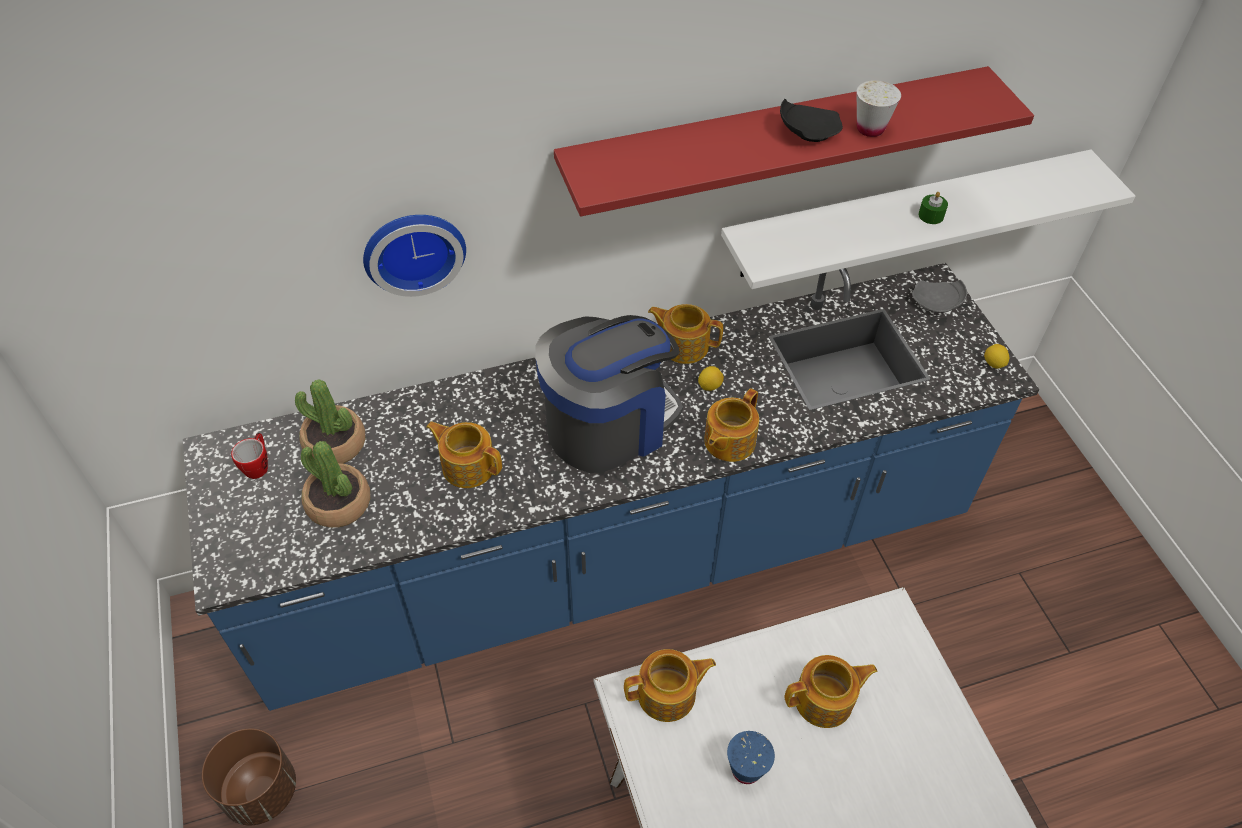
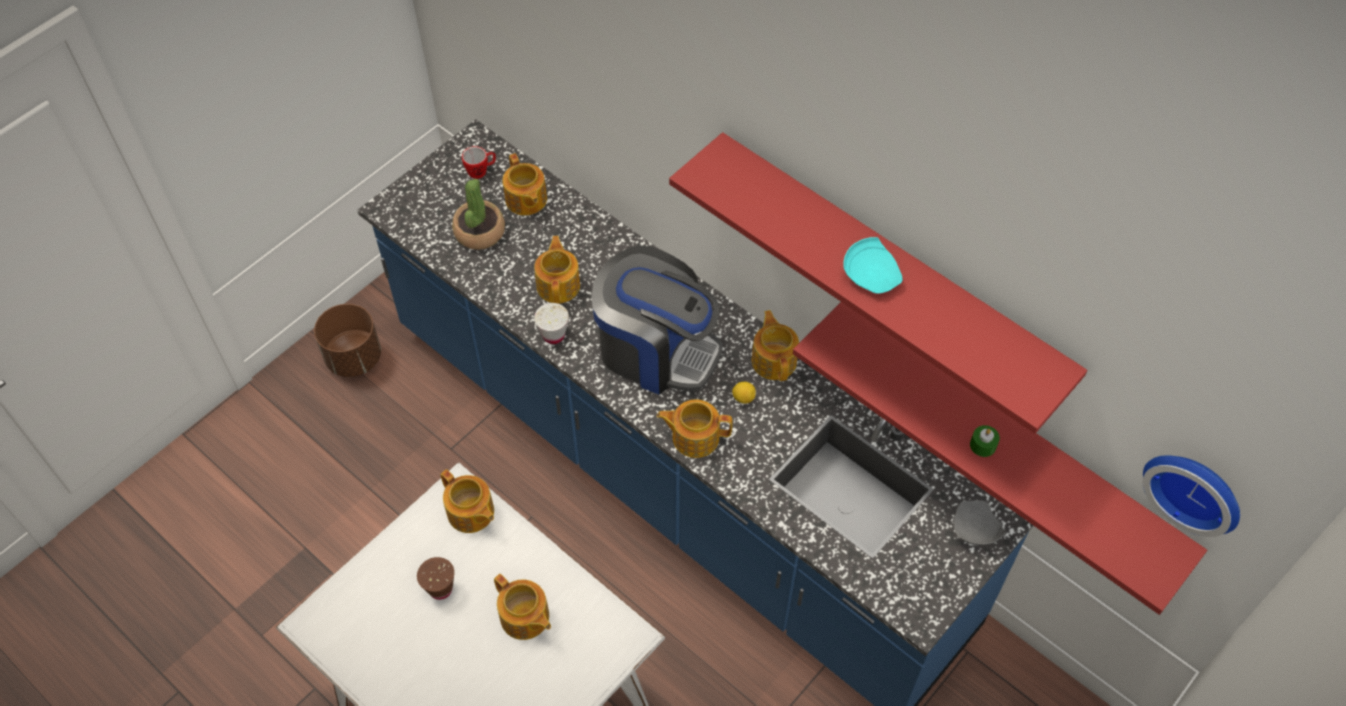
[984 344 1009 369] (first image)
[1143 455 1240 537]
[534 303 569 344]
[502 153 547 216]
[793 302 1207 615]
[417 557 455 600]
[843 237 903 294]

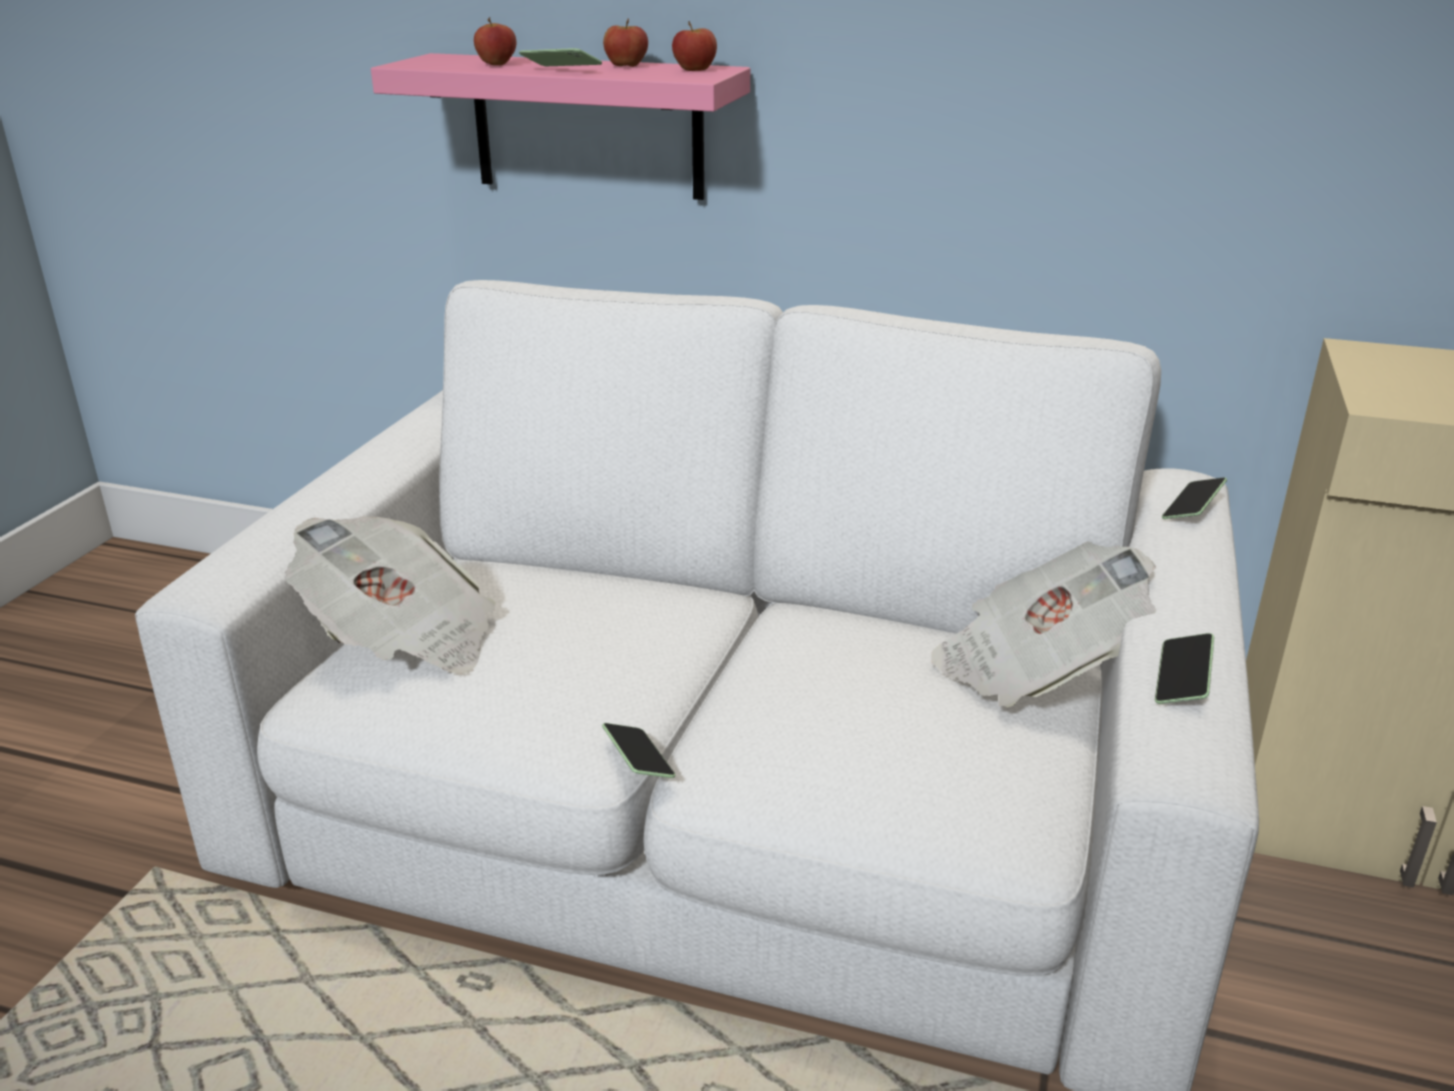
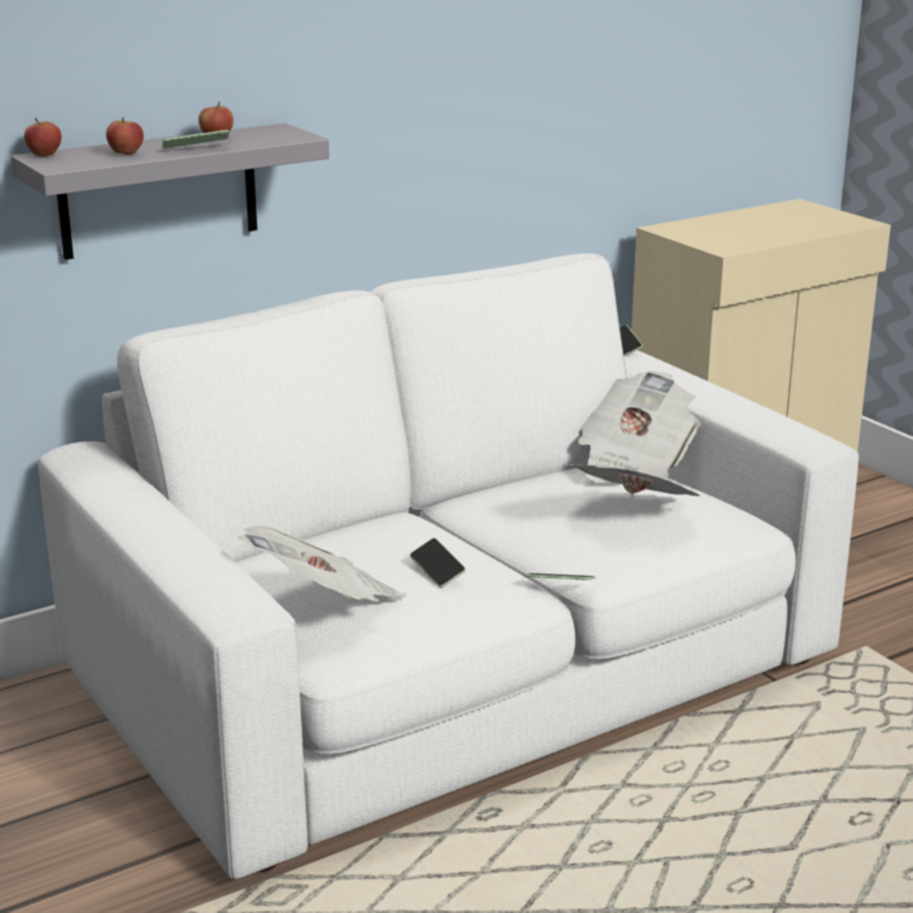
[563 463 700 496]
[24 118 62 157]
[410 538 466 587]
[11 123 329 260]

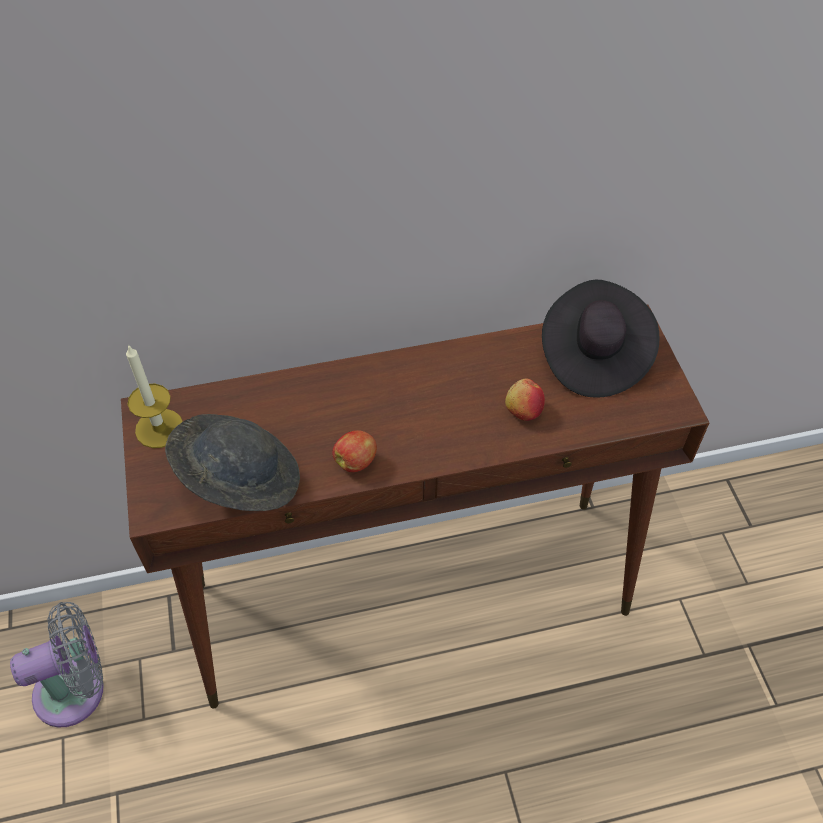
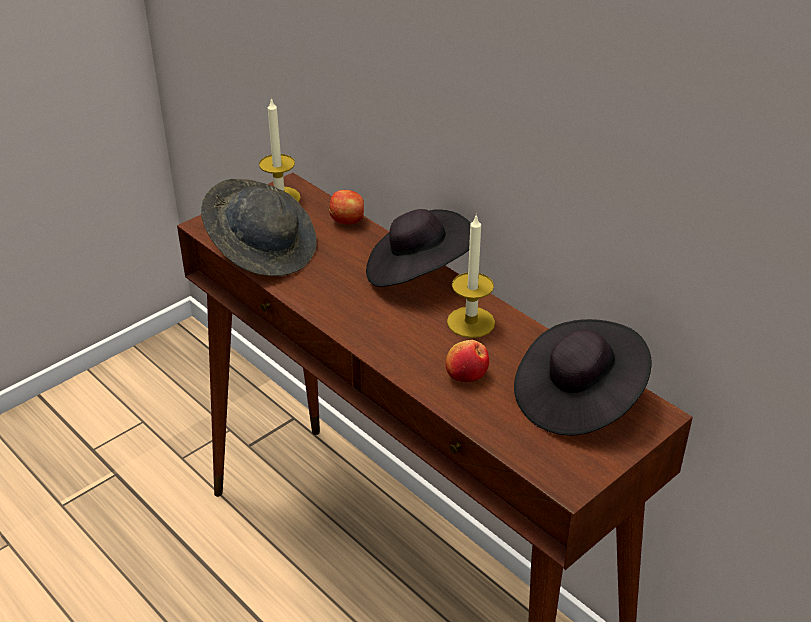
[10 602 103 727] (first image)
[366 209 471 287]
[447 214 495 338]
[329 190 364 224]

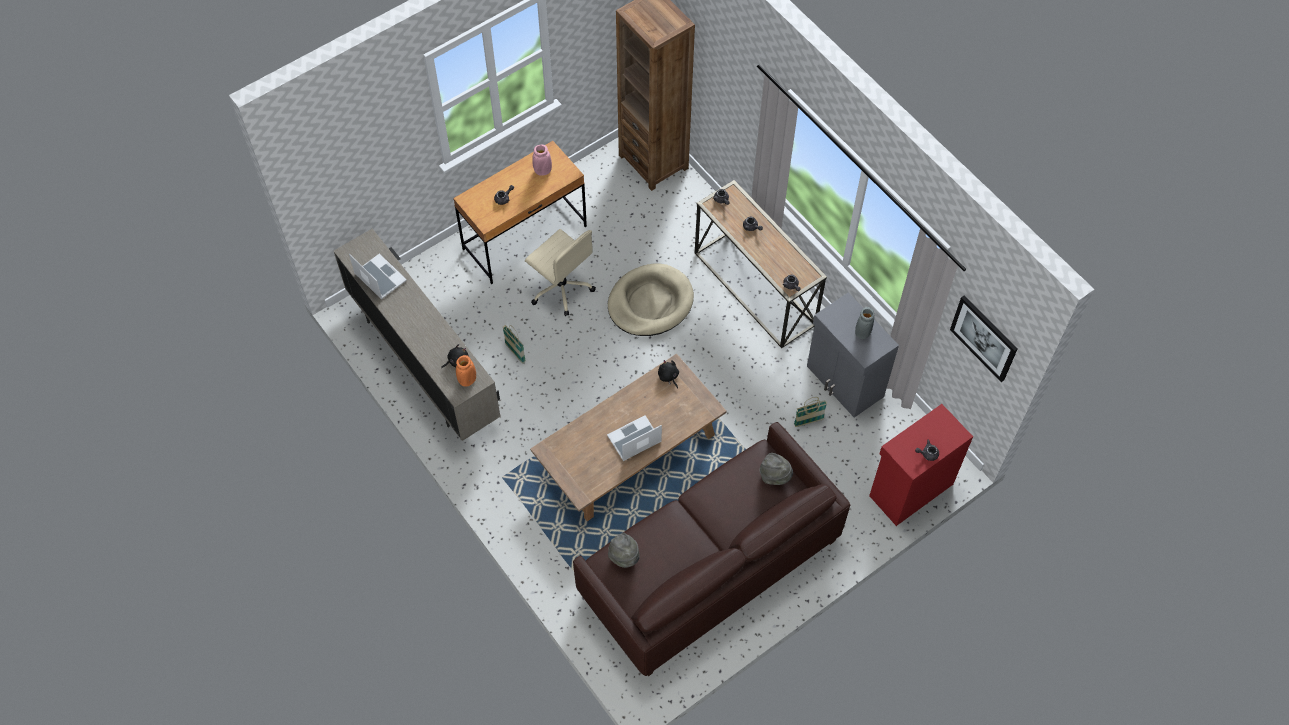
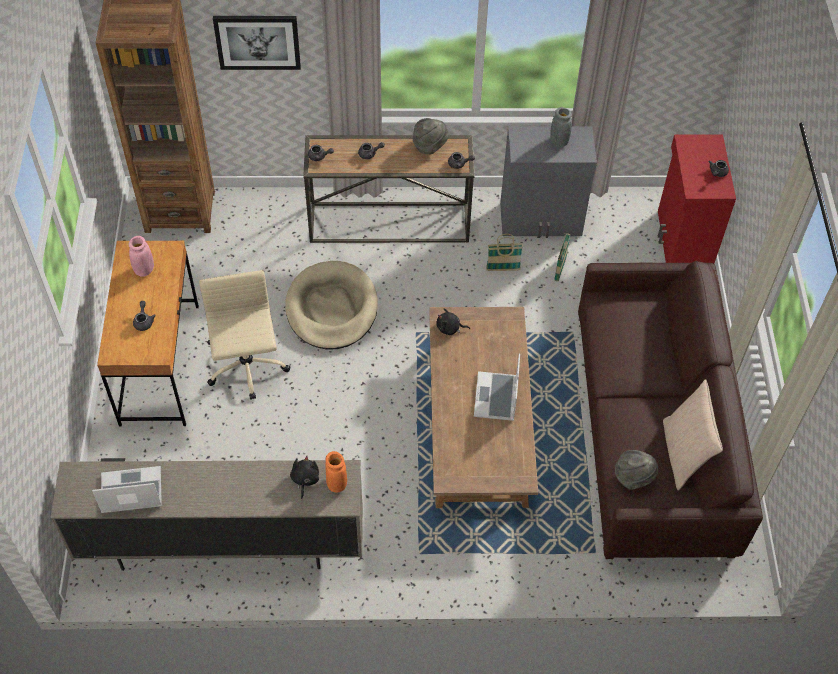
[663 379 723 491]
[486 234 523 271]
[413 118 449 154]
[213 16 301 70]
[199 270 290 400]

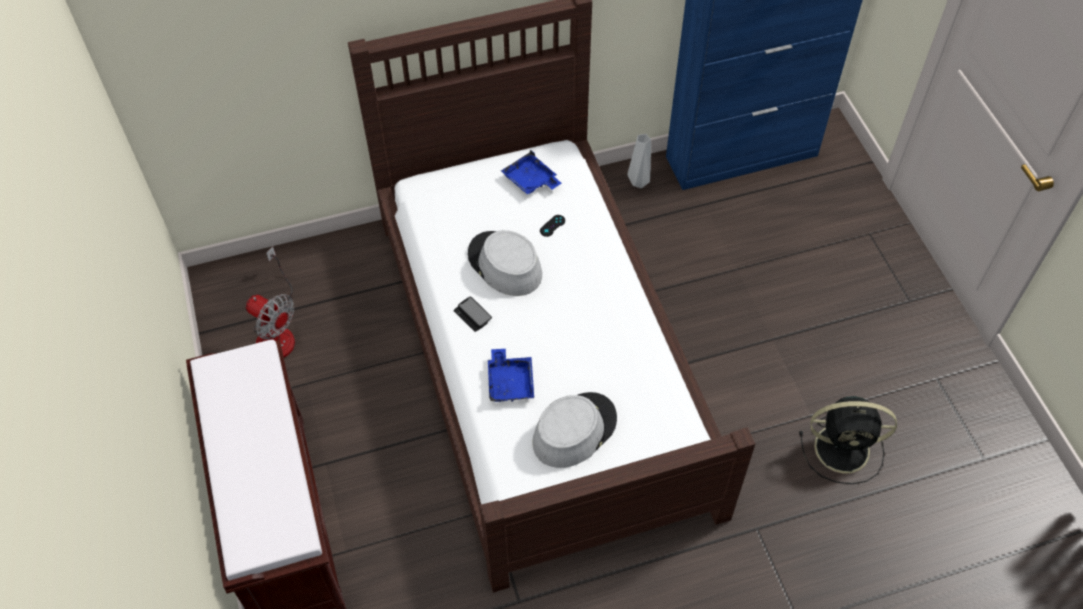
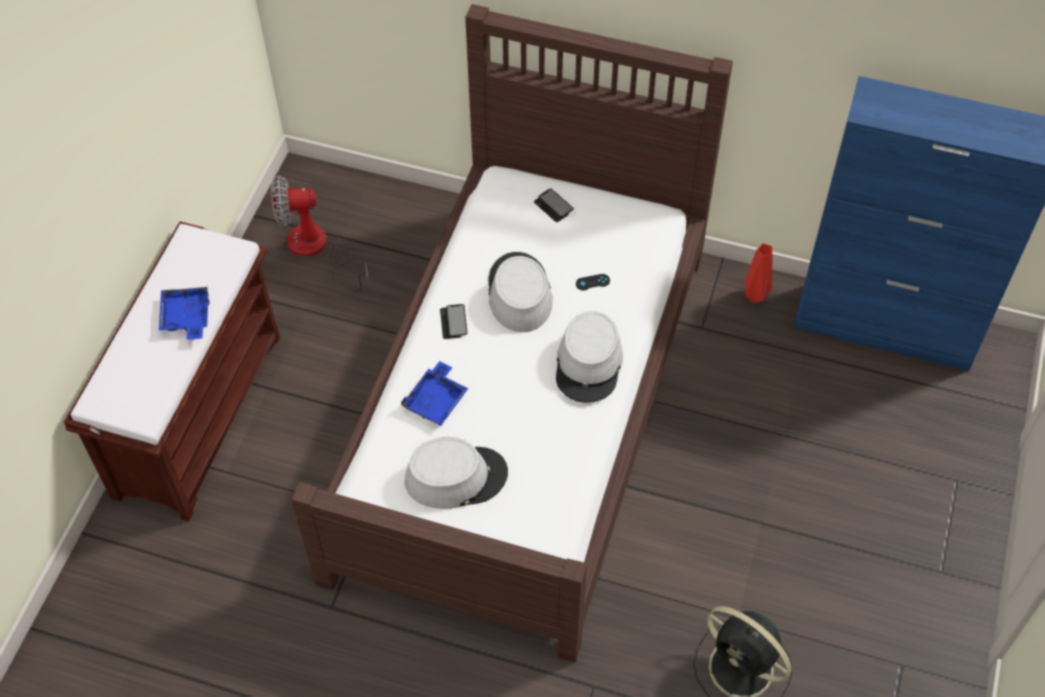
[534 189 574 222]
[556 311 623 403]
[159 285 209 340]
[745 243 773 303]
[271 175 368 292]

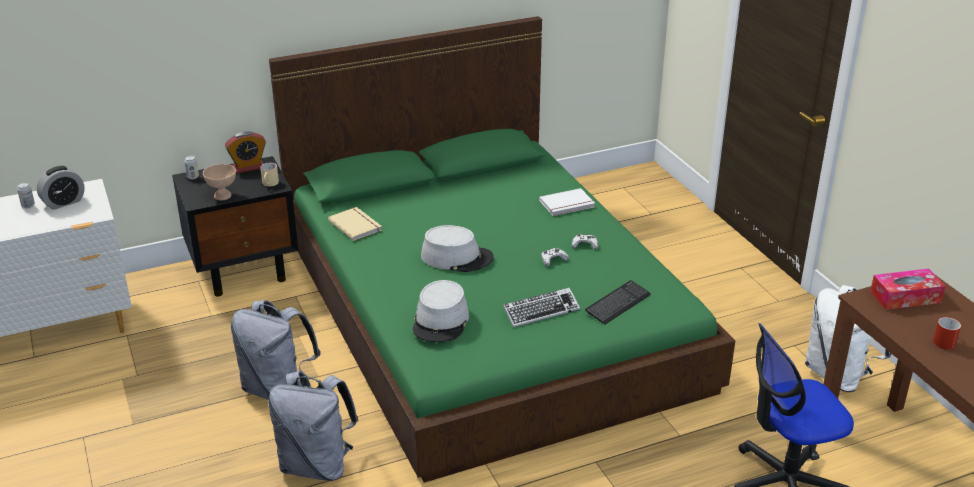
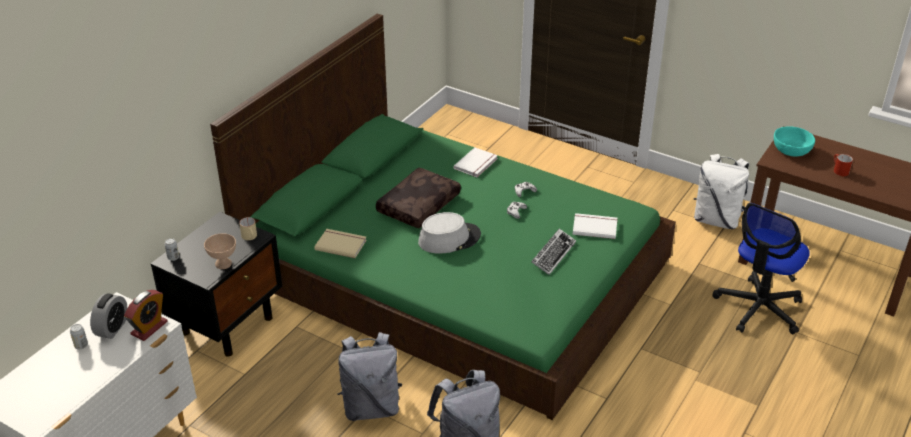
[413 280 469 342] (first image)
[376 168 461 228]
[124 290 168 341]
[573 213 617 239]
[774 126 815 157]

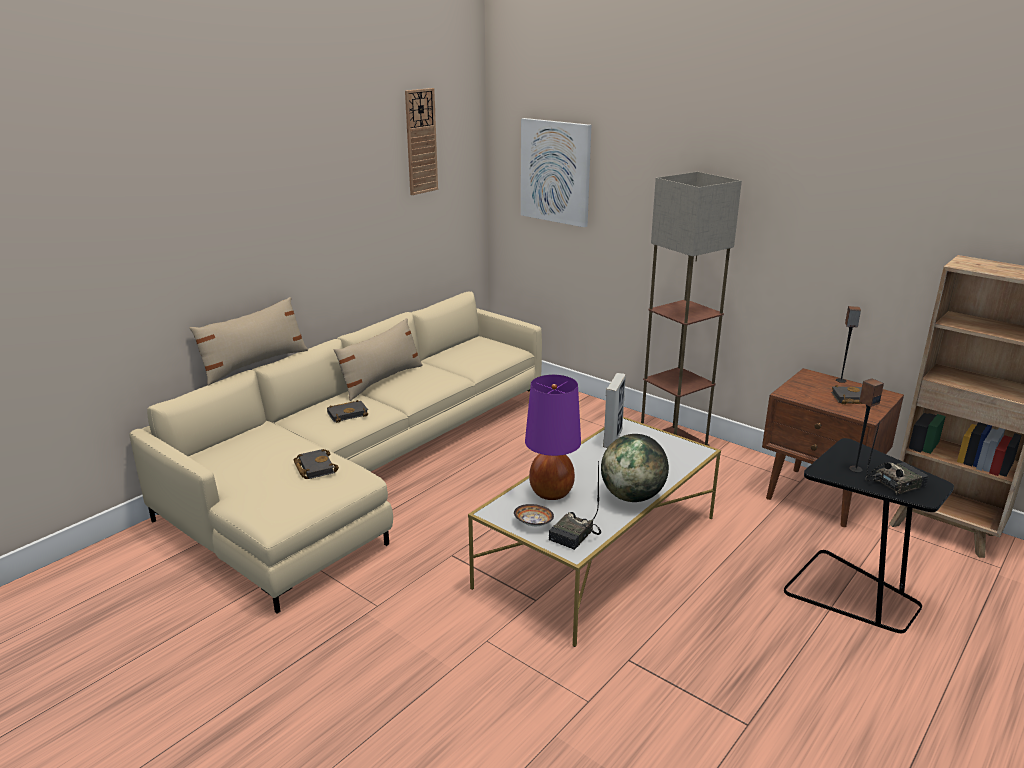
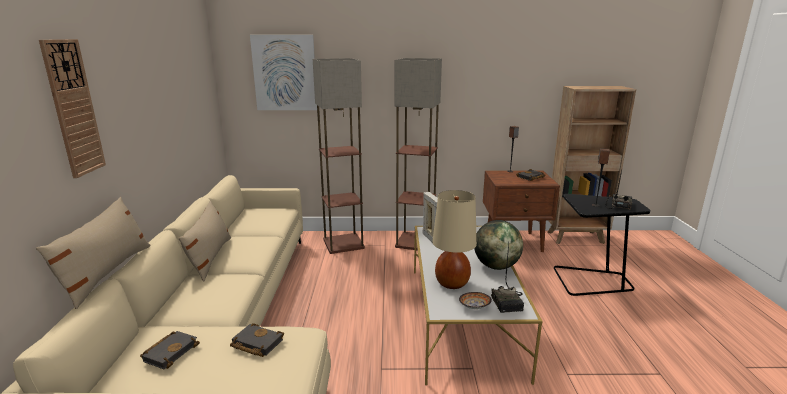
[313 58 365 254]
[140 331 200 369]
[39 39 106 178]
[432 190 477 289]

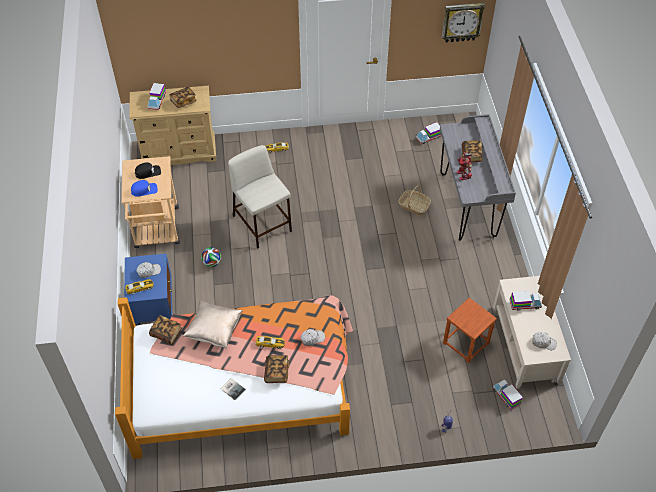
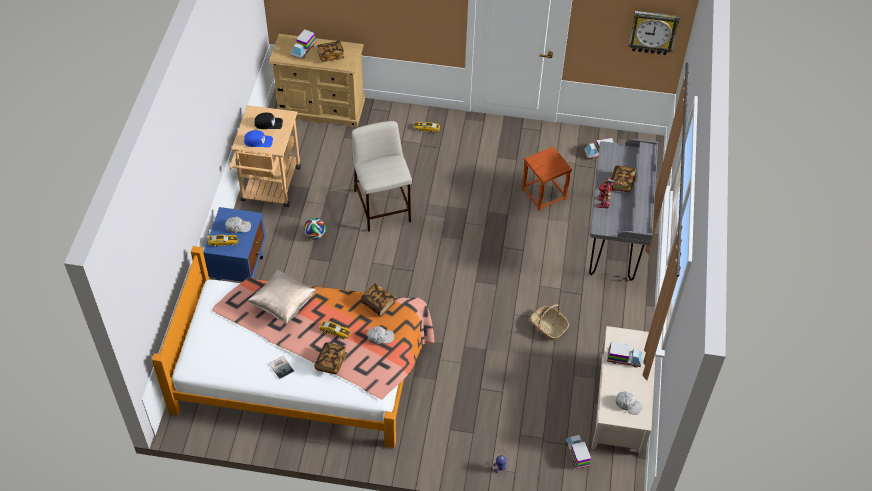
[360 283 395 317]
[531 304 569 340]
[522 146 572 211]

